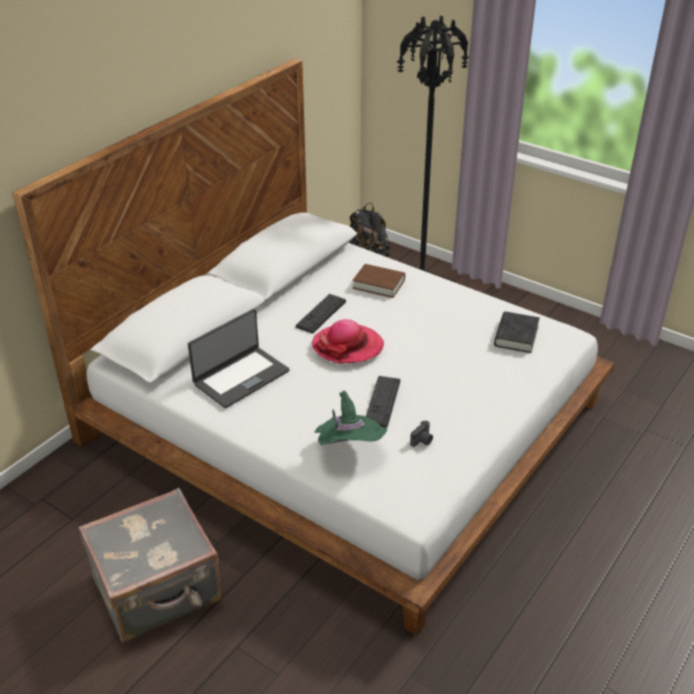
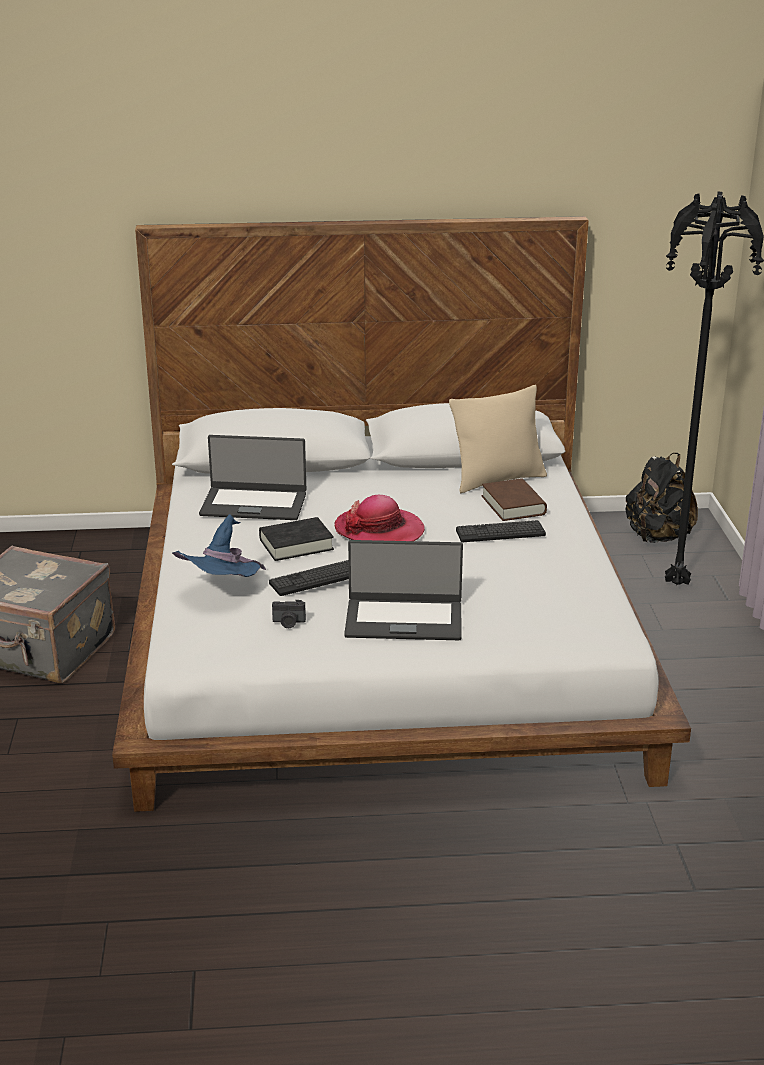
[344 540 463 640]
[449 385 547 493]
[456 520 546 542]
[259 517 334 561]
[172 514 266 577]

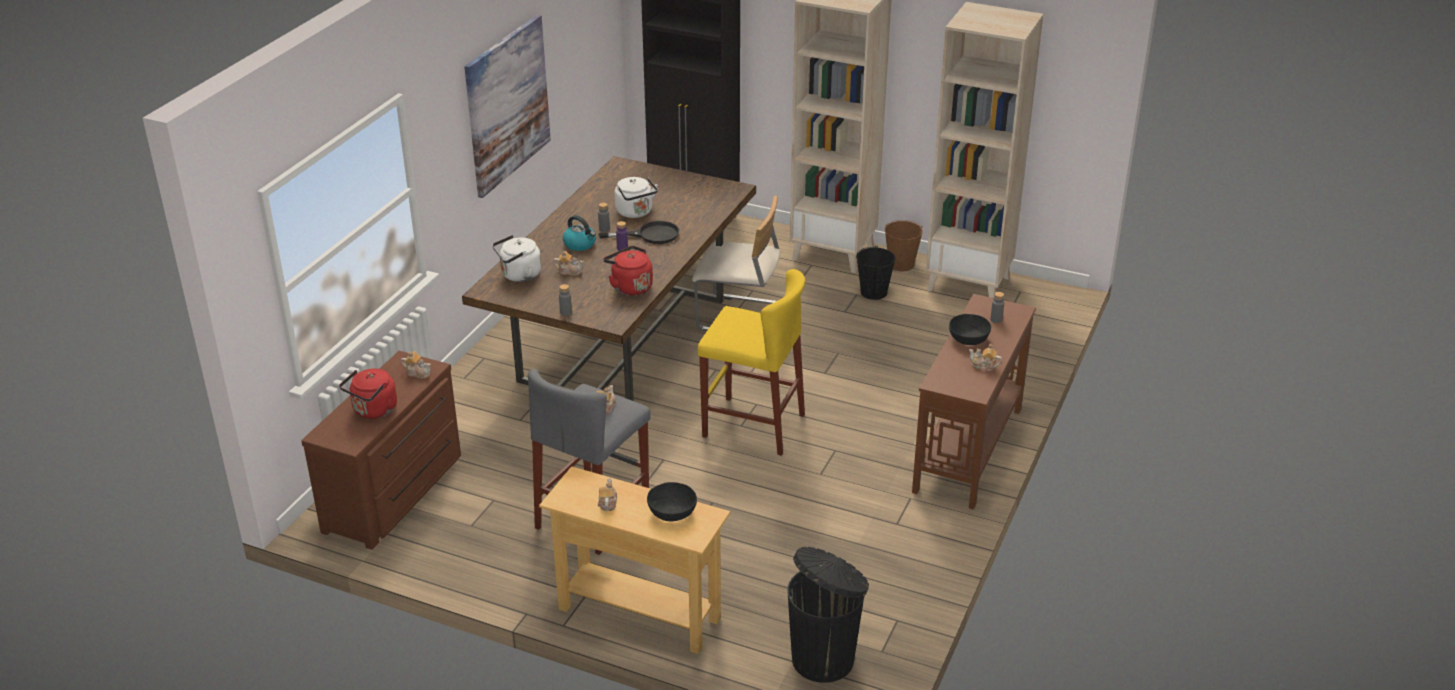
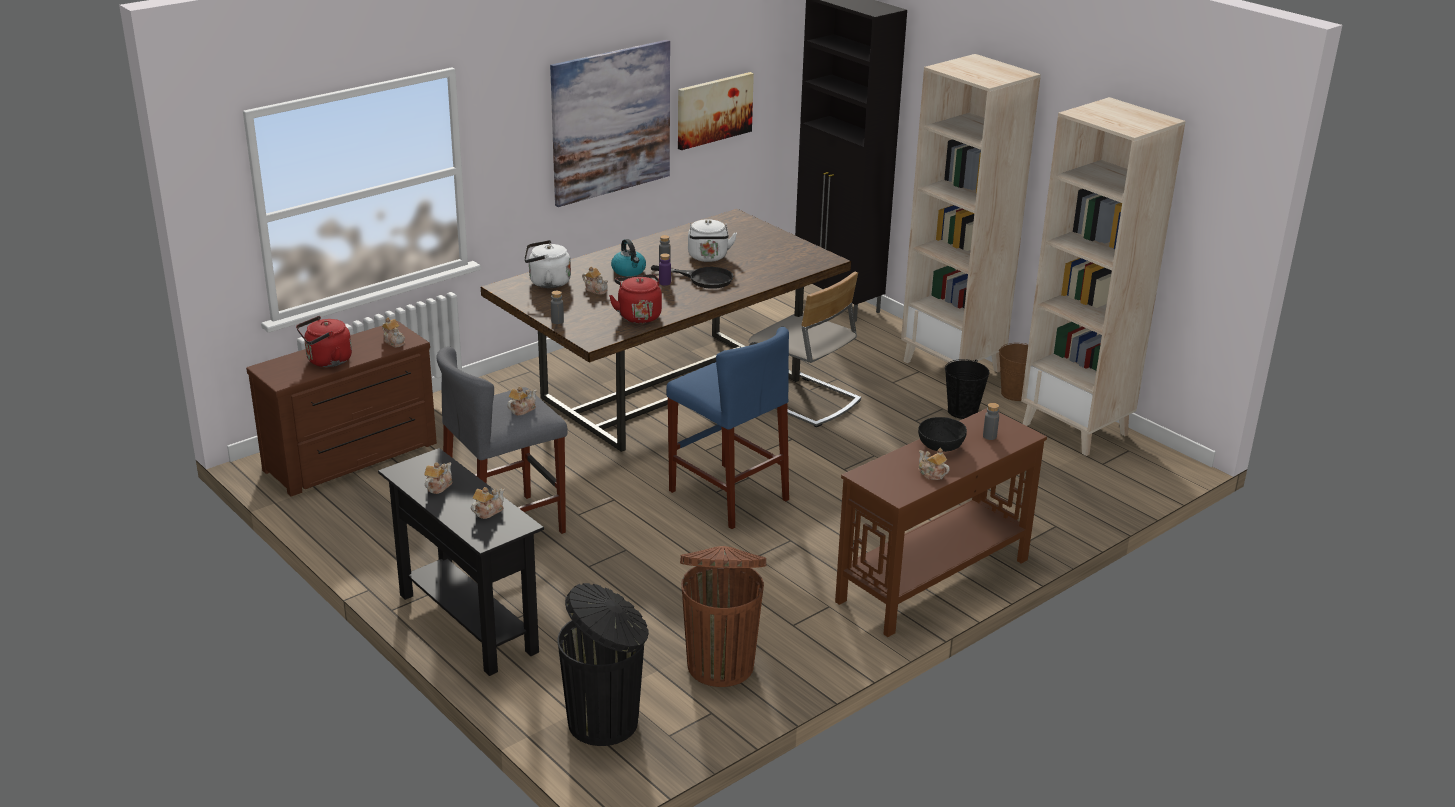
[678 72 754 150]
[680 546 766 687]
[471 487 504 519]
[378 448 544 676]
[666 327 789 529]

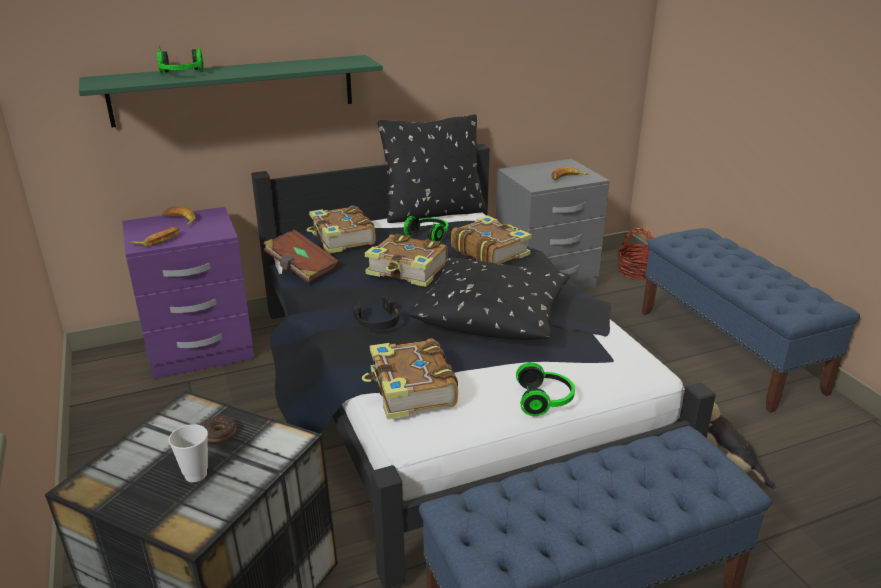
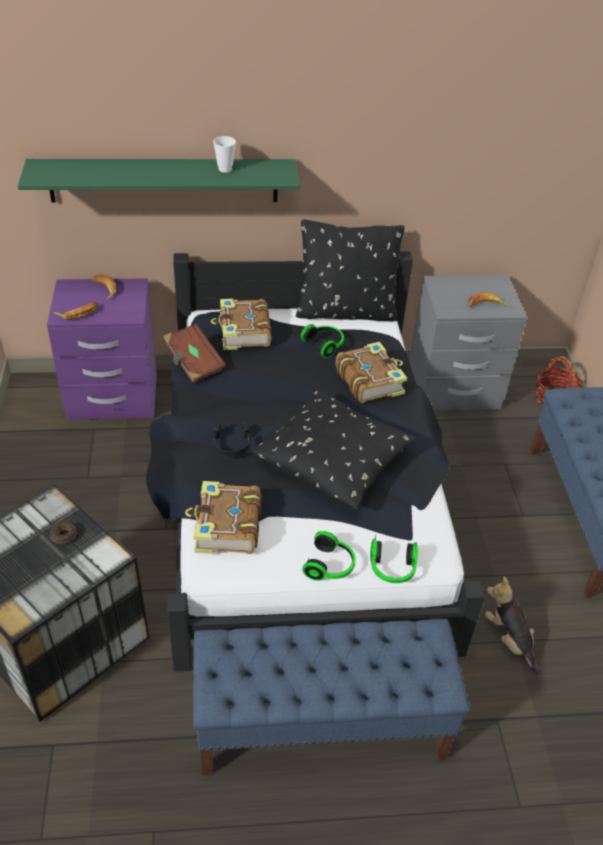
[365 234 448 287] (first image)
[370 535 418 583]
[213 136 236 173]

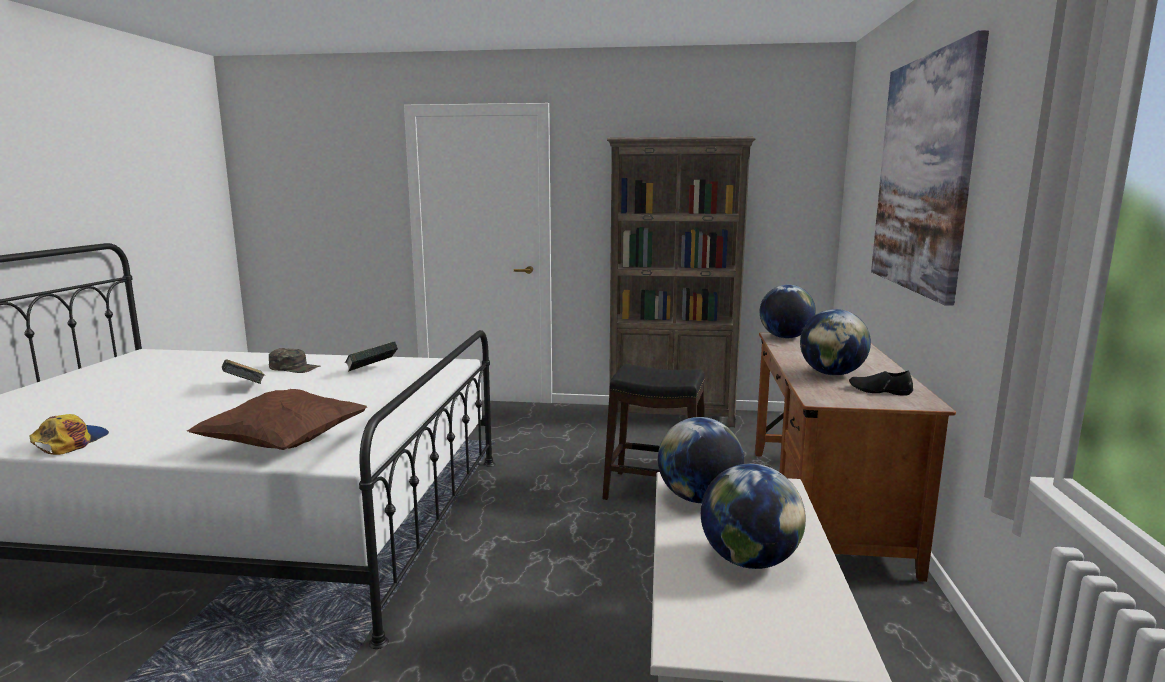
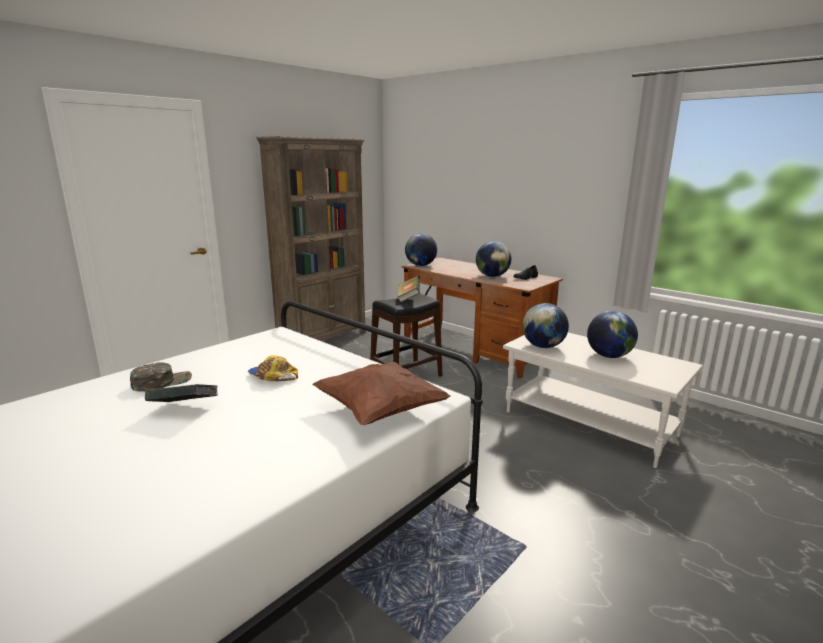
[871 30 989 306] (first image)
[248 355 298 381]
[397 276 420 302]

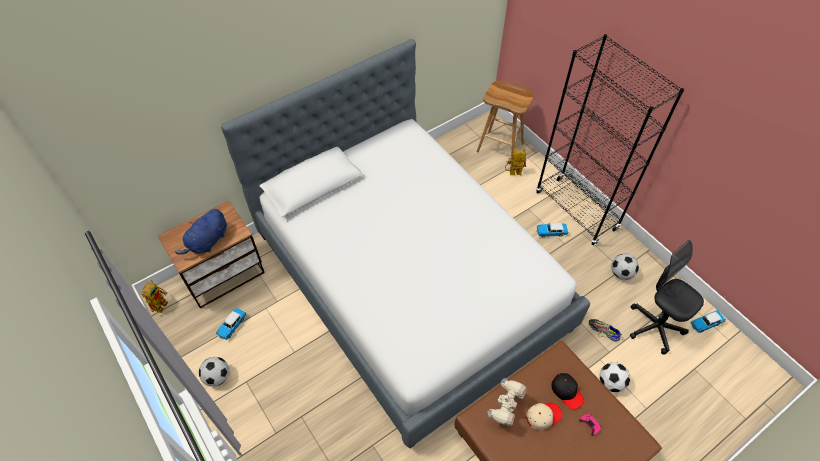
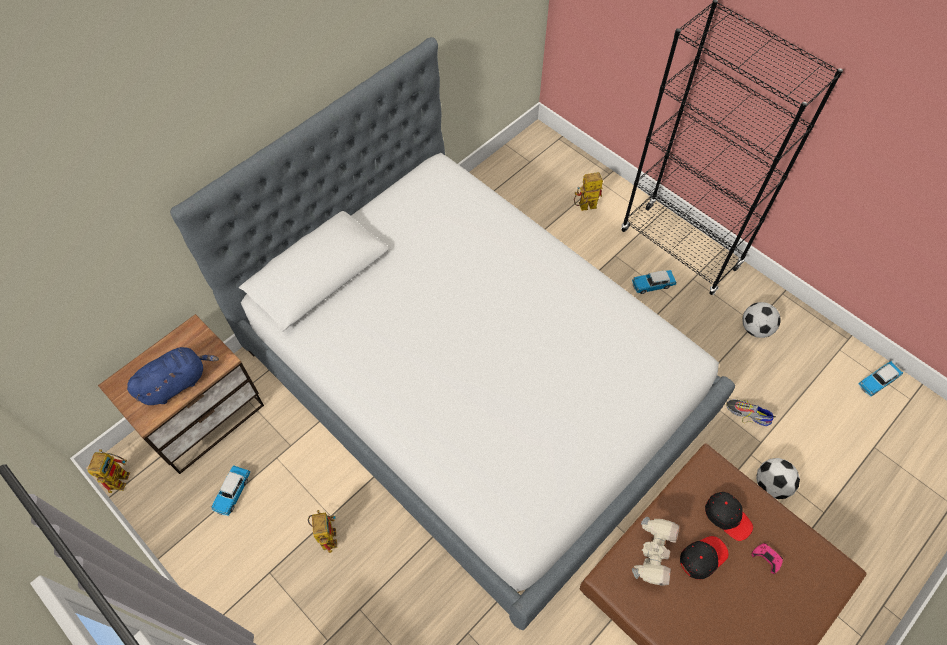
[199 357 229 387] (first image)
[477 80 534 158] (first image)
[630 240 704 354] (first image)
[308 510 337 553]
[680 536 728 579]
[127 347 219 405]

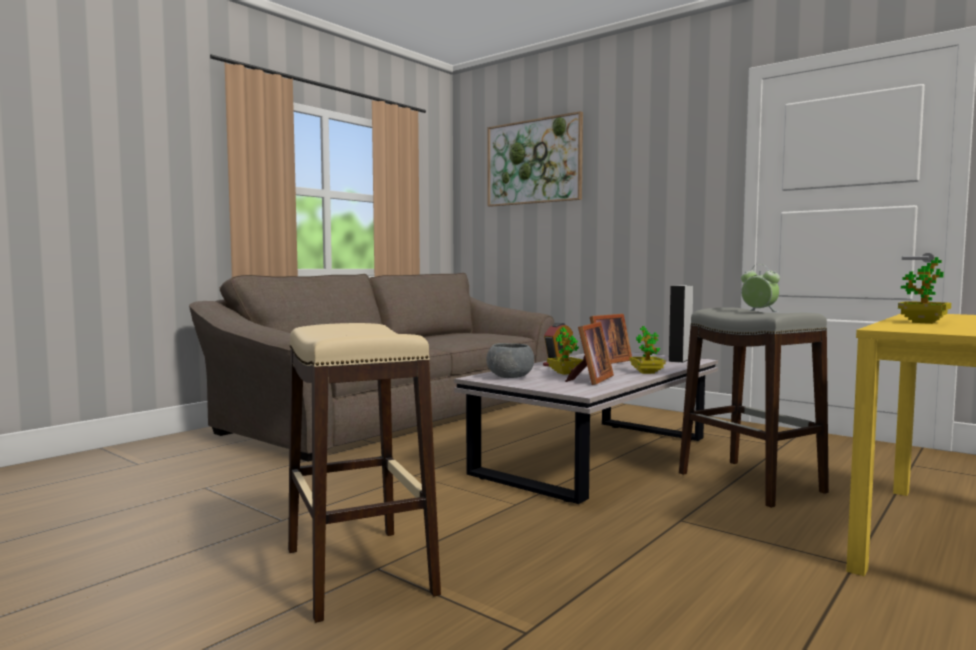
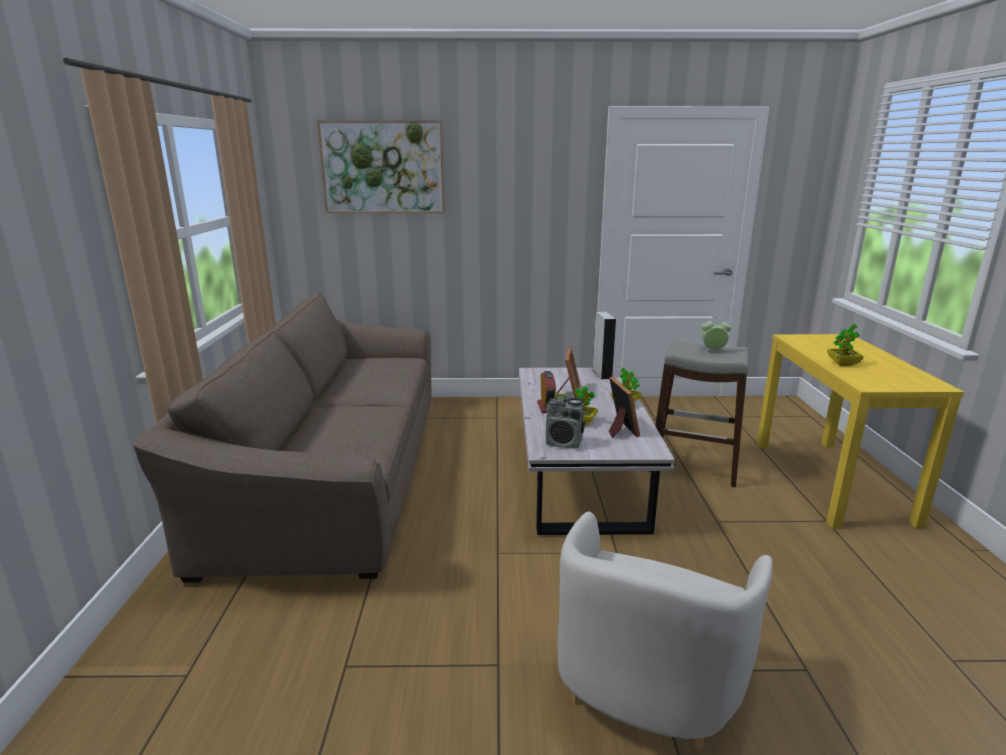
[557 511 773 750]
[546 393 585 449]

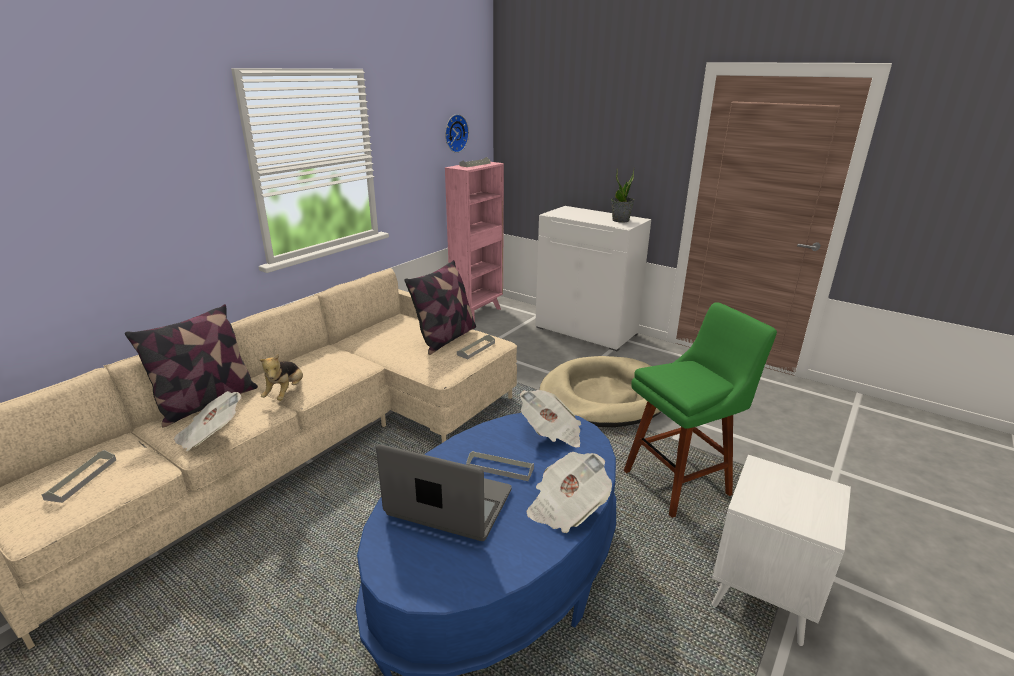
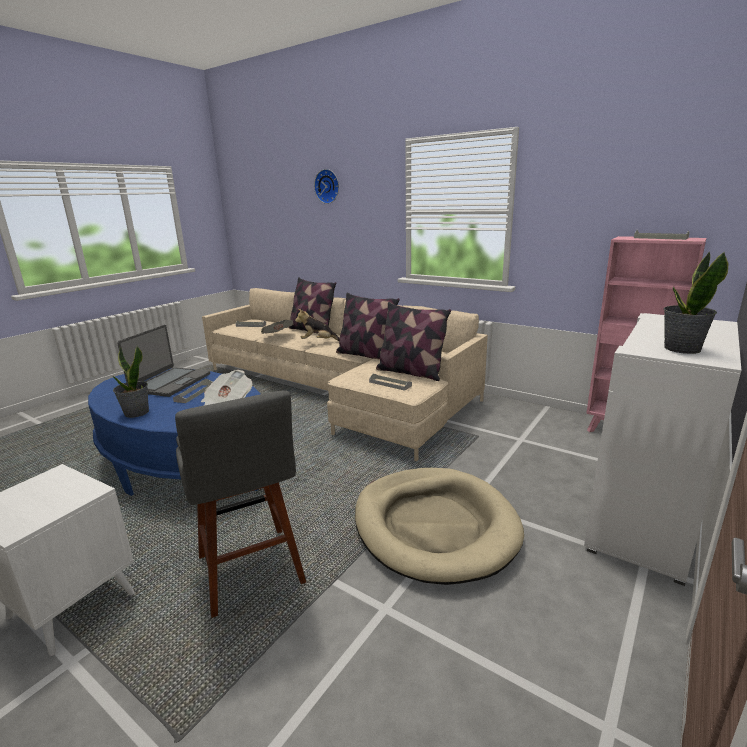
[336 293 400 360]
[314 169 339 204]
[113 345 149 418]
[175 390 306 618]

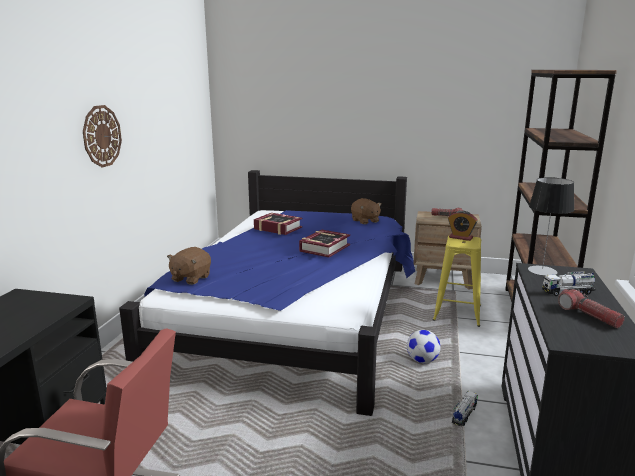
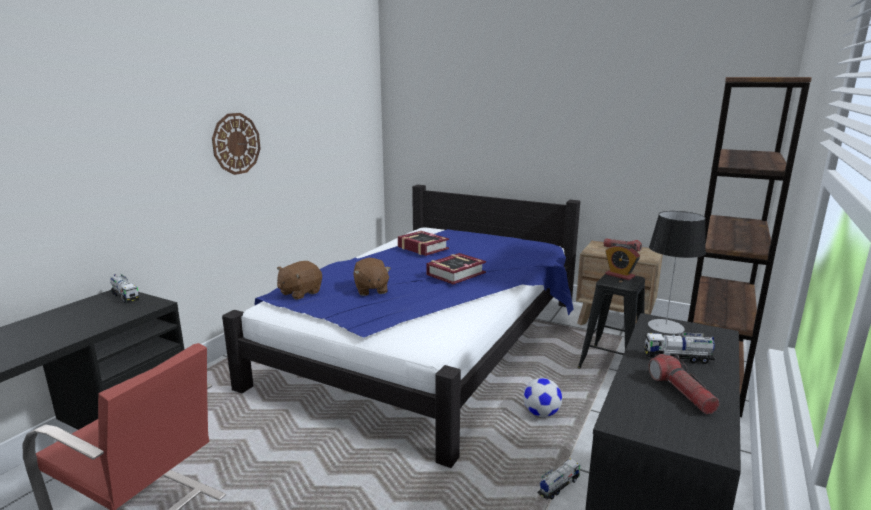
[110 274 139 303]
[353 258 391 296]
[577 274 645 369]

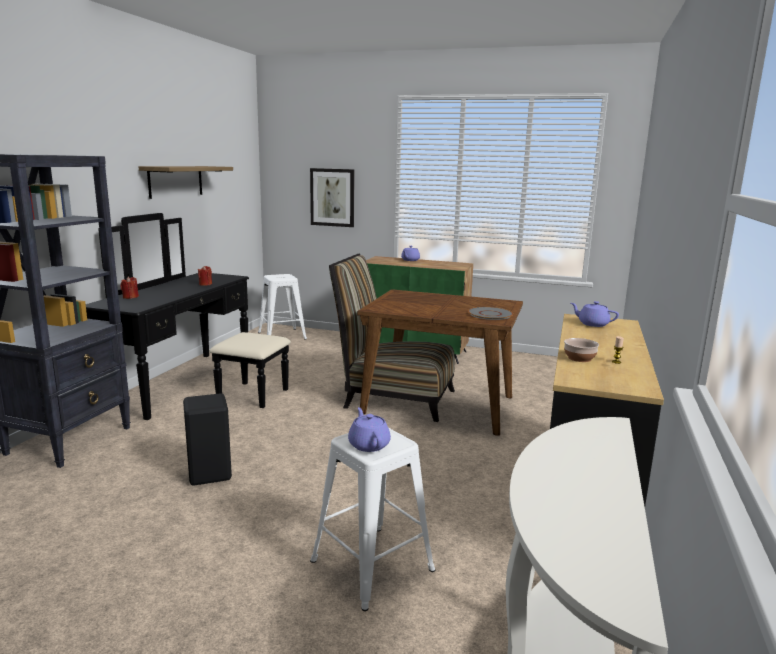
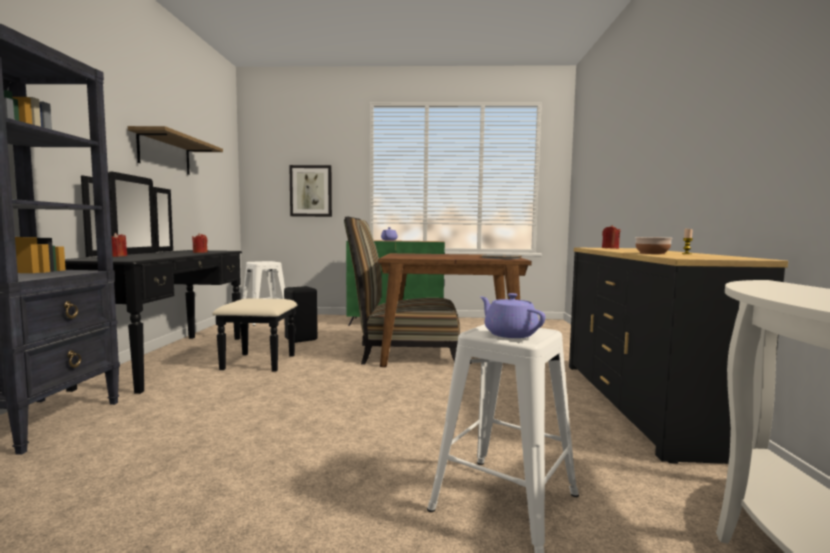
[284 286 317 343]
[602 225 620 249]

